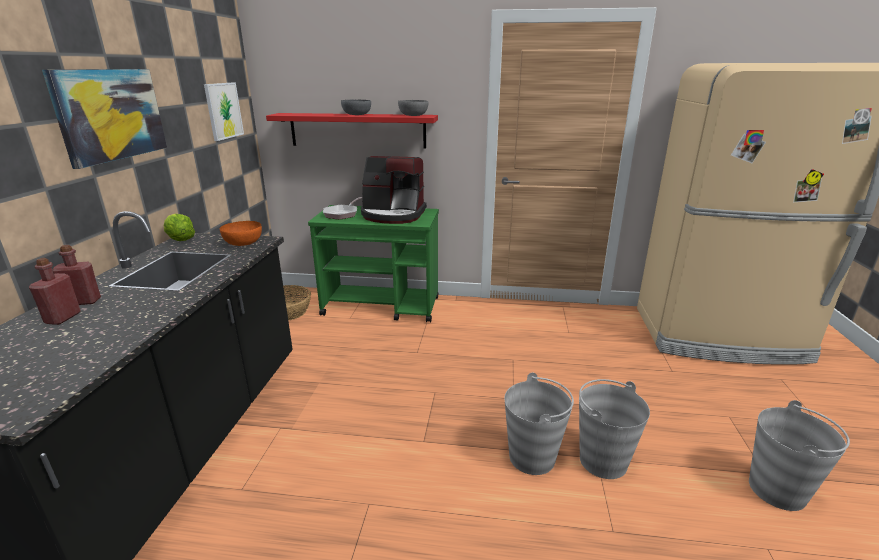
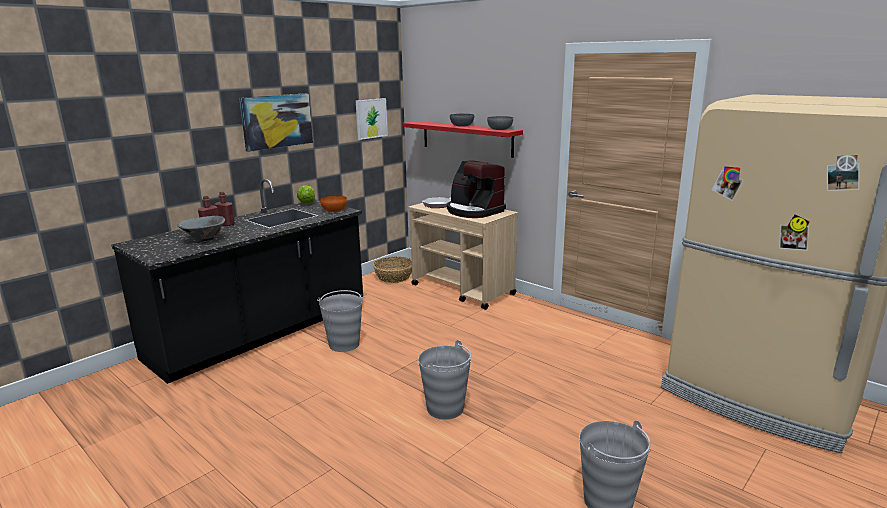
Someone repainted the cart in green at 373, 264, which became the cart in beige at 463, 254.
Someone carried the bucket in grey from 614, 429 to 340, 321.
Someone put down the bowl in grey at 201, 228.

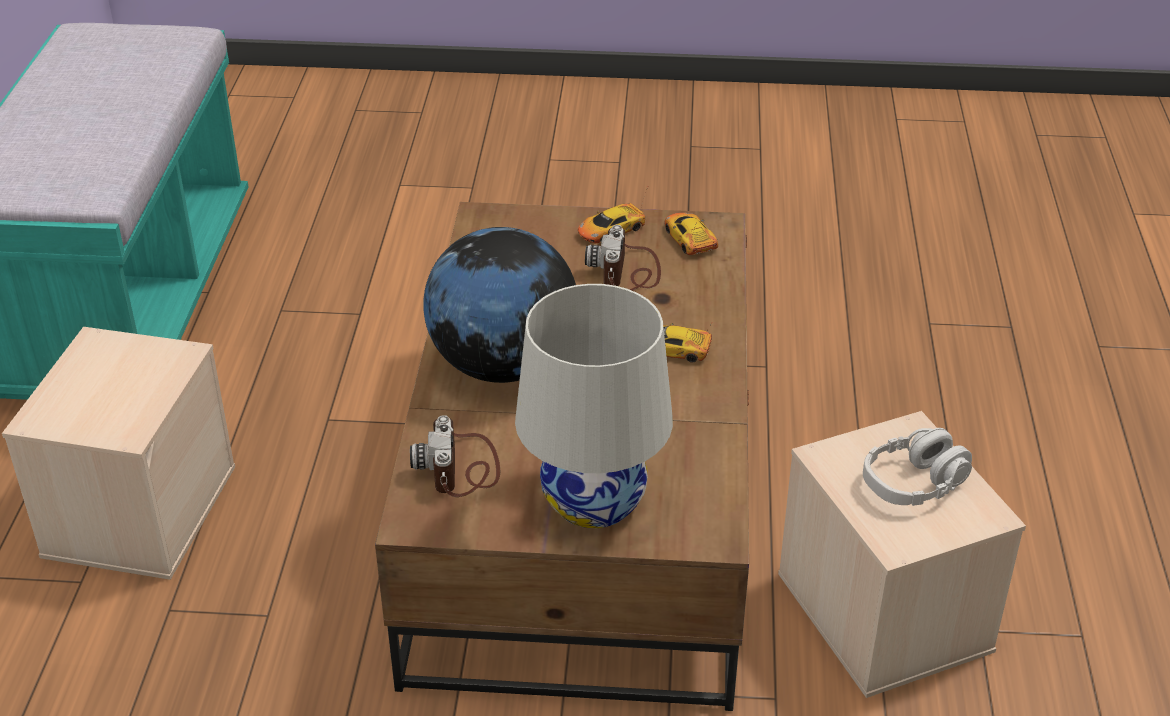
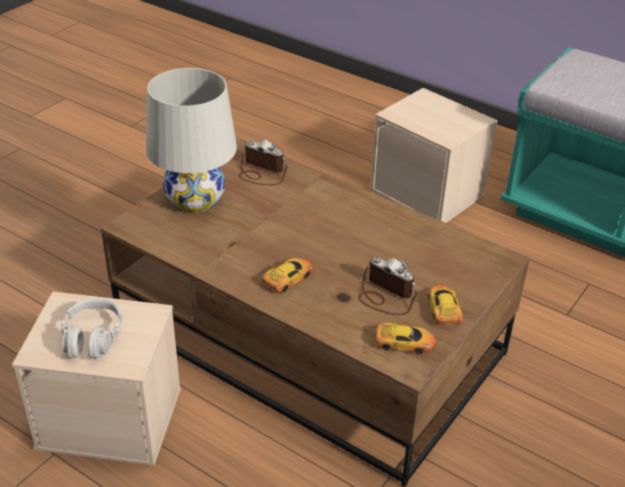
Someone took away the globe at 499, 305.

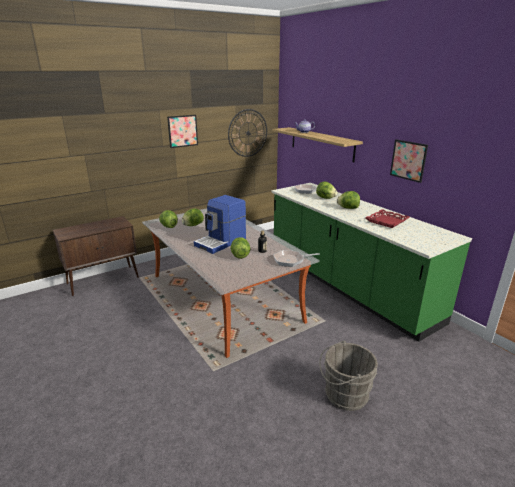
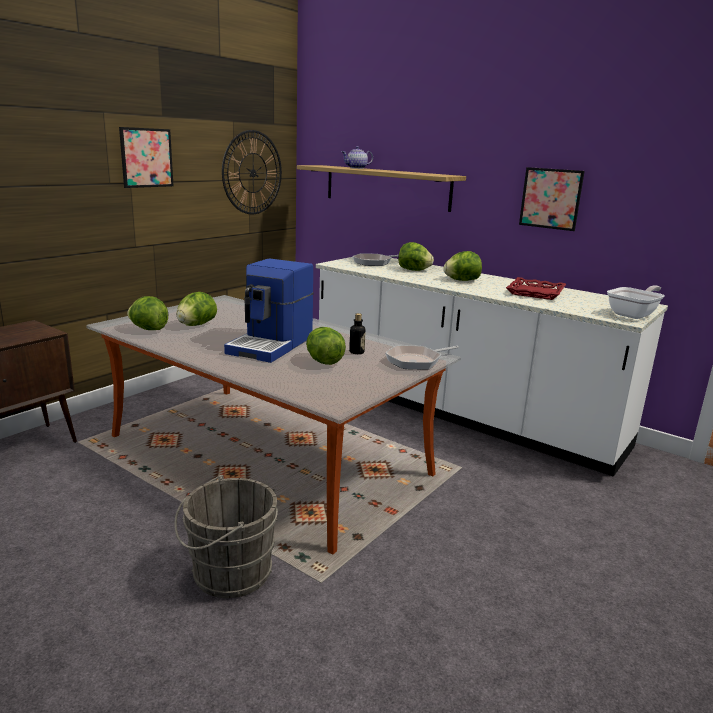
Someone repainted the counter in green at 372, 262, which became the counter in white at 492, 367.
Someone carried the bucket in grey from 348, 376 to 226, 536.
Someone put down the frying pan at 635, 302.

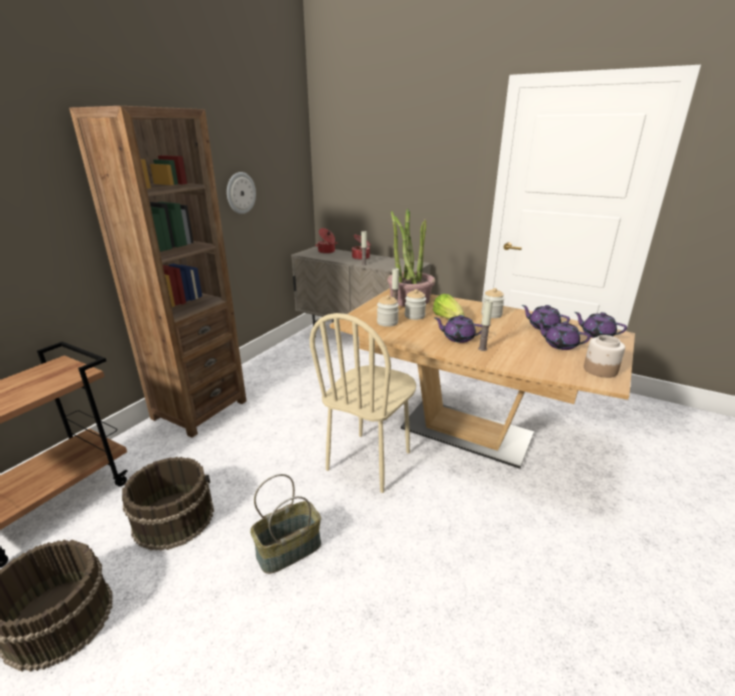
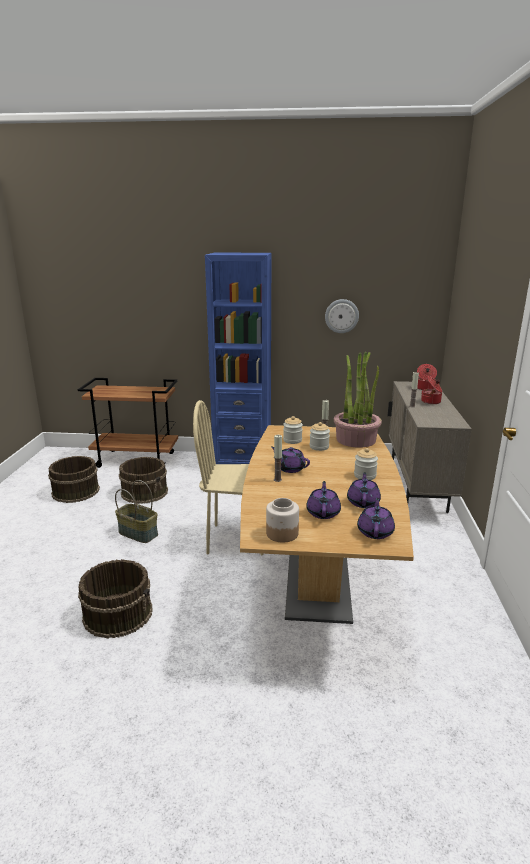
Someone repainted the bookcase in brown at 157, 272, which became the bookcase in blue at 238, 358.
Someone took away the lettuce at 448, 306.
Someone rotated the teapot in purple at 458, 329 by 45 degrees counterclockwise.
Someone put down the bucket in brown at 115, 599.

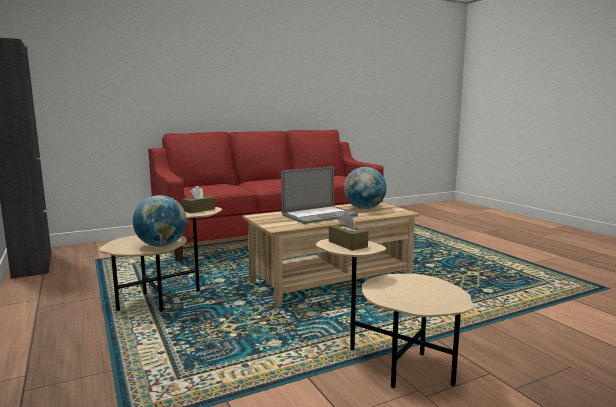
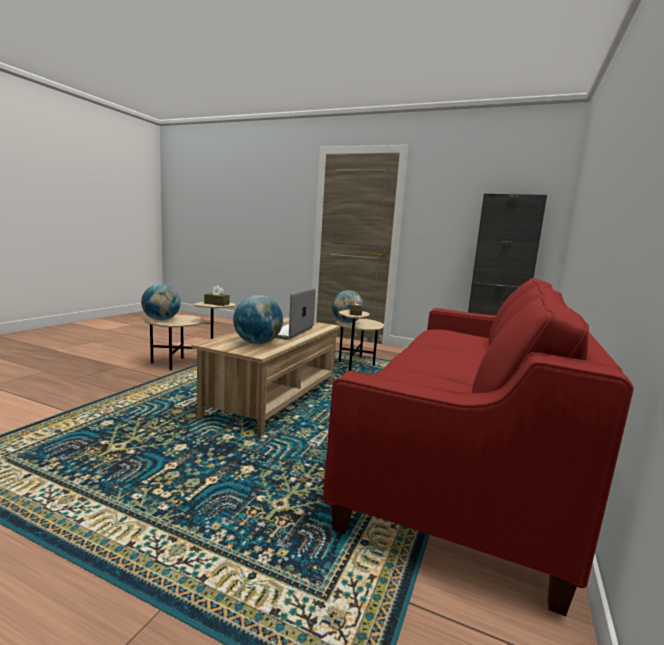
Someone put down the globe at 161, 302.

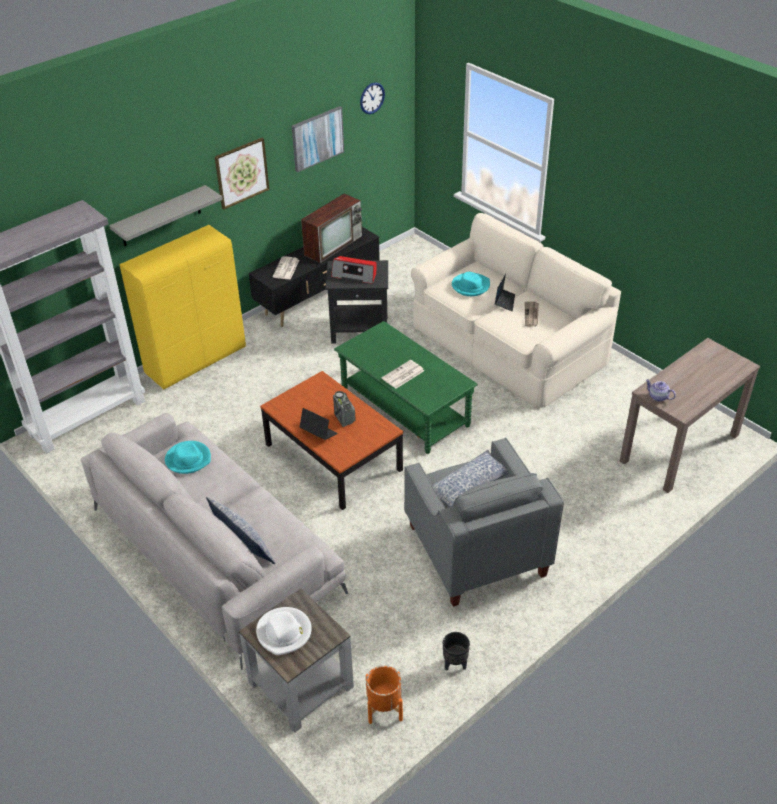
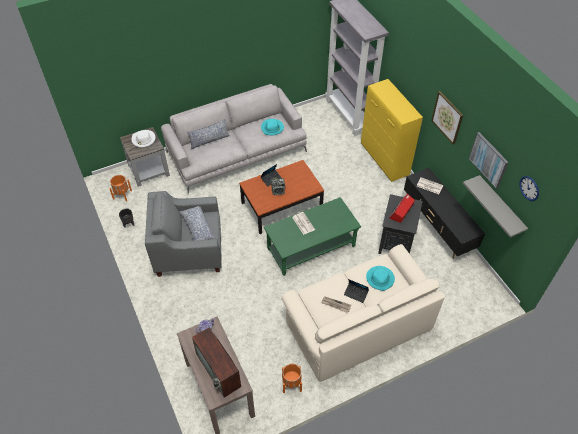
Someone carried the shelf in grey from 166, 215 to 495, 206.
Someone carried the television from 332, 228 to 216, 362.
Someone put down the planter in orange at 292, 378.

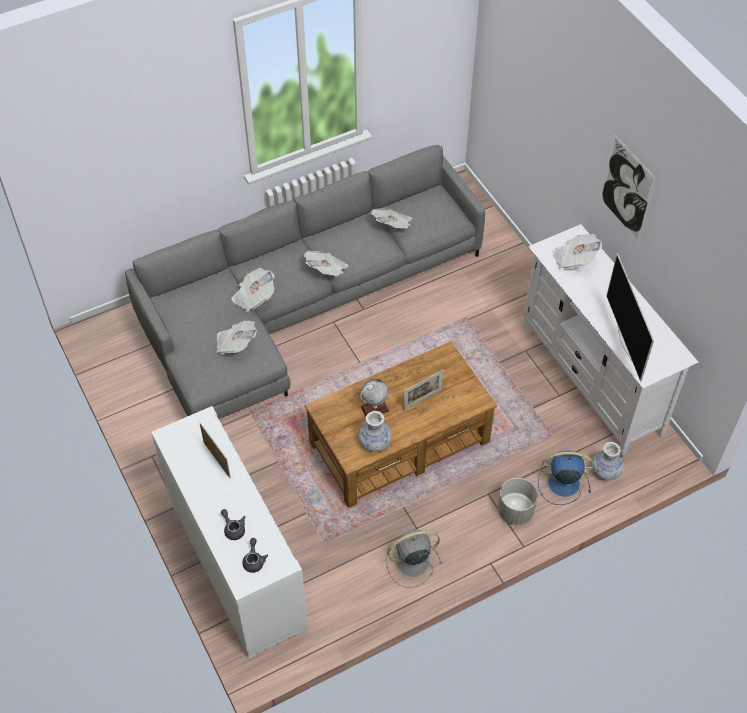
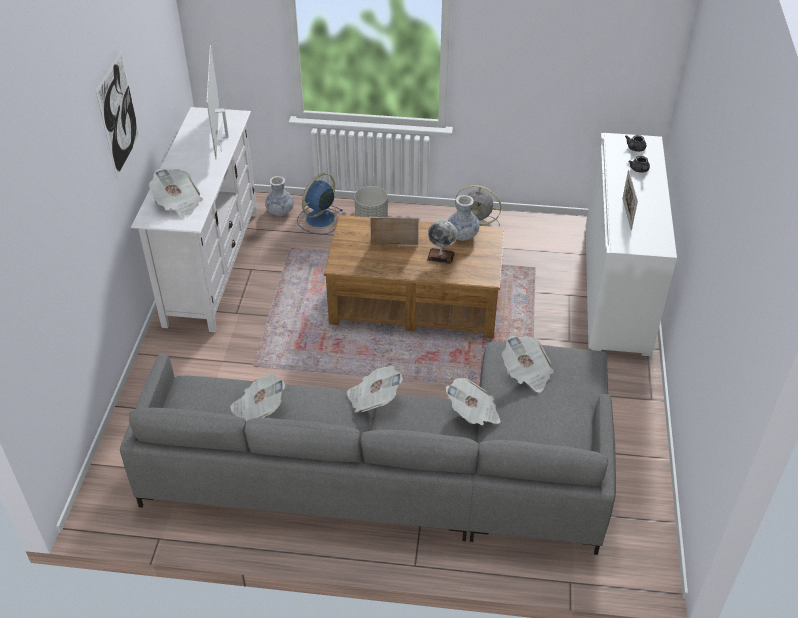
Someone rotated the fan in blue at 566, 477 by 90 degrees clockwise.
Someone rotated the television at 630, 317 by 150 degrees clockwise.

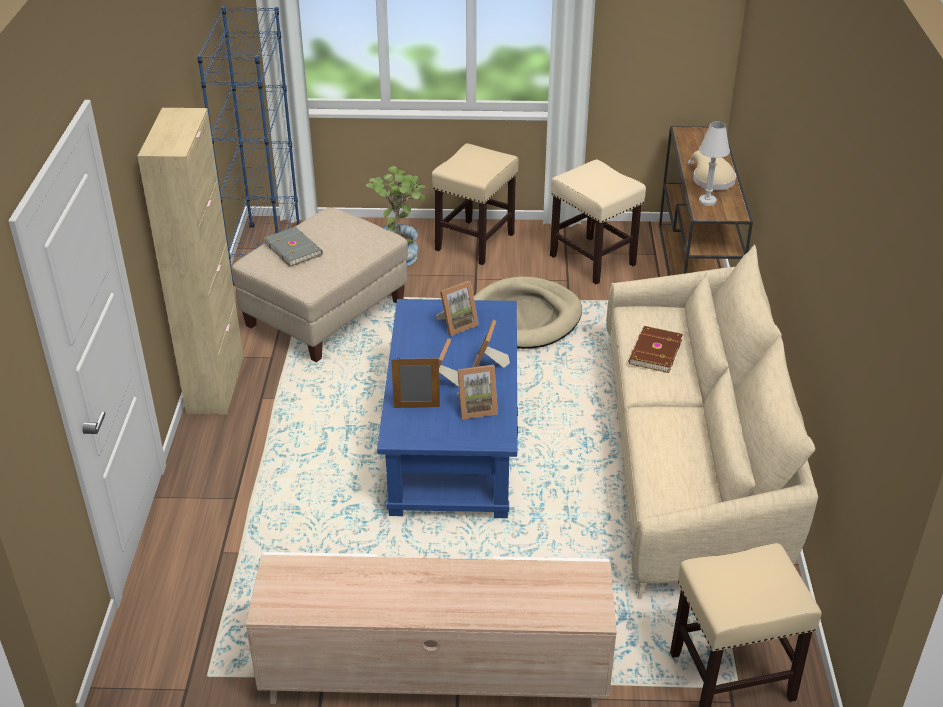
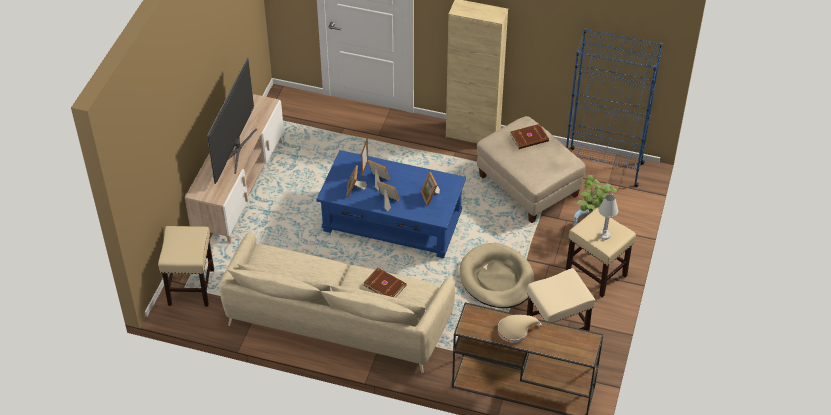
Someone repainted the book in grey at 293, 247, which became the book in brown at 529, 136.
Someone carried the table lamp in white from 714, 164 to 608, 217.
Someone put down the television at 232, 121.

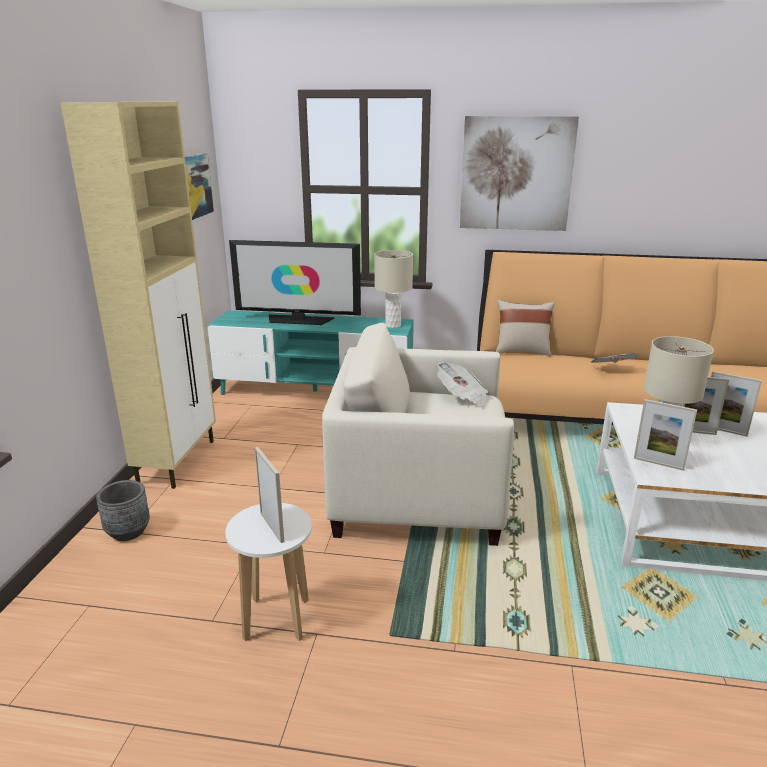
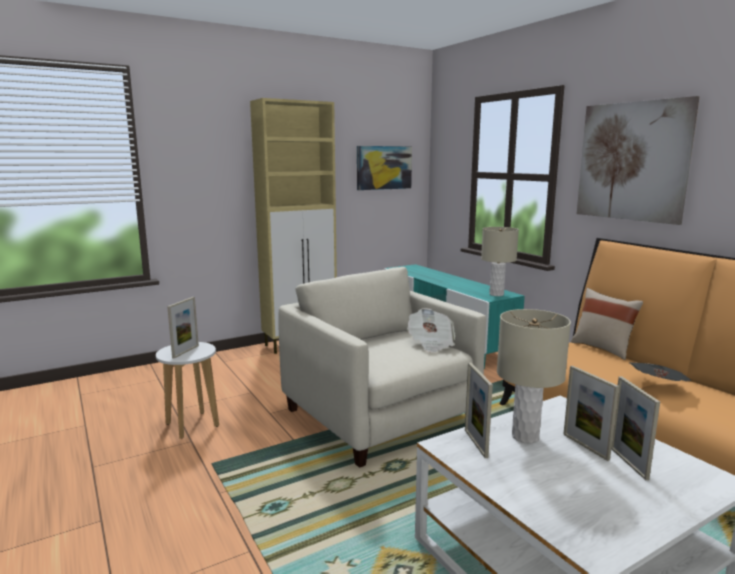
Someone took away the planter in grey at 123, 510.
Someone took away the television at 295, 282.

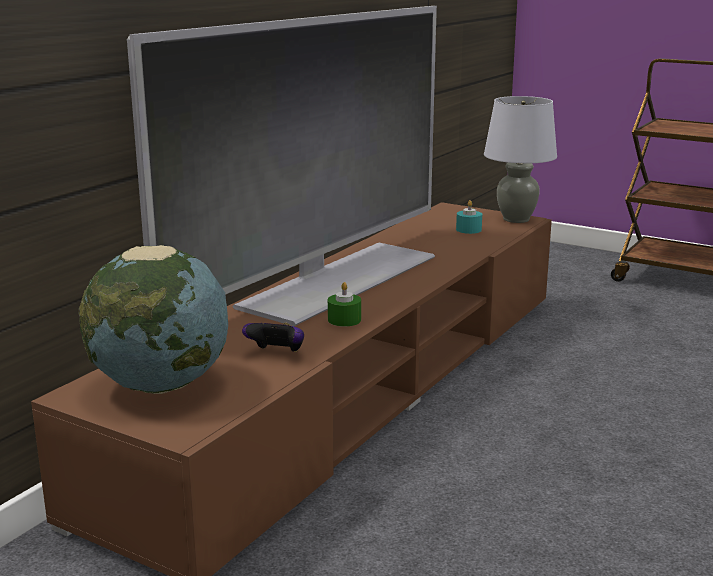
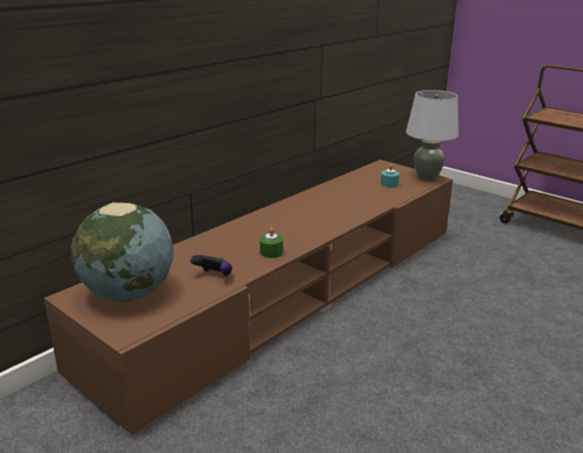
Someone took away the television at 282, 166.

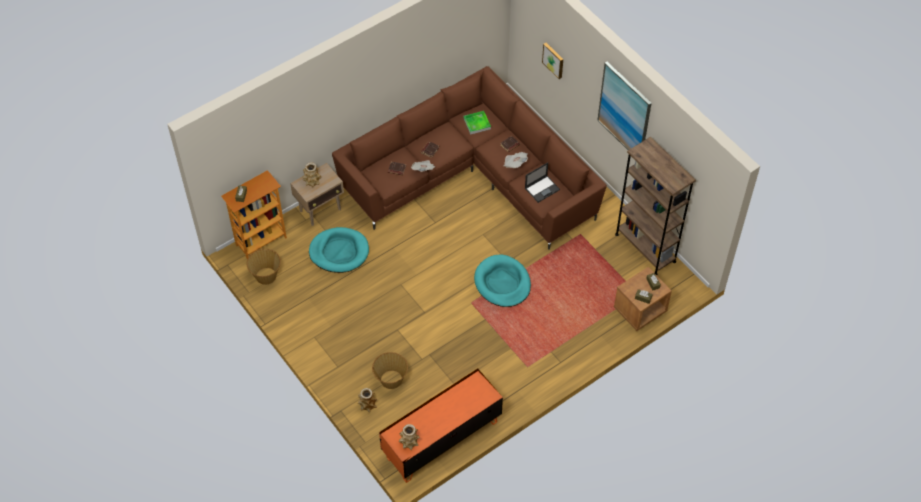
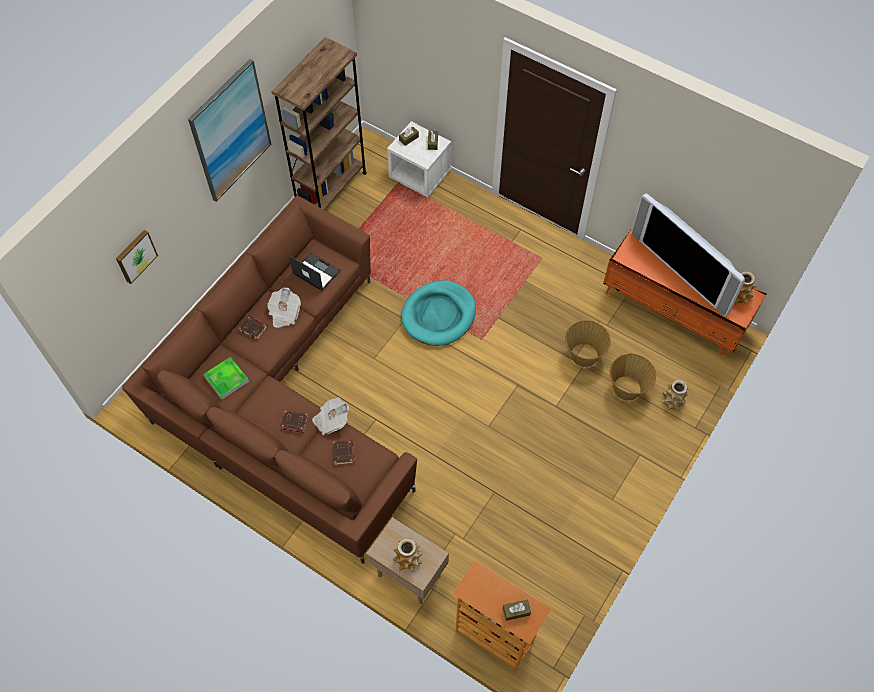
Someone carried the basket from 264, 267 to 588, 343.
Someone took away the dog bed in turquoise at 339, 250.
Someone repainted the nightstand in brown at 643, 299, which became the nightstand in white at 419, 159.
Someone put down the television at 688, 254.

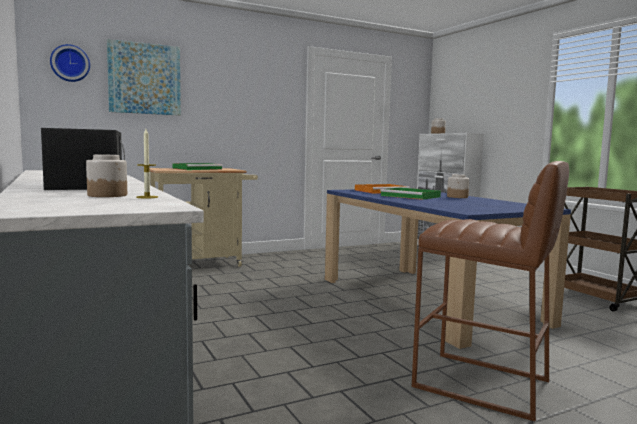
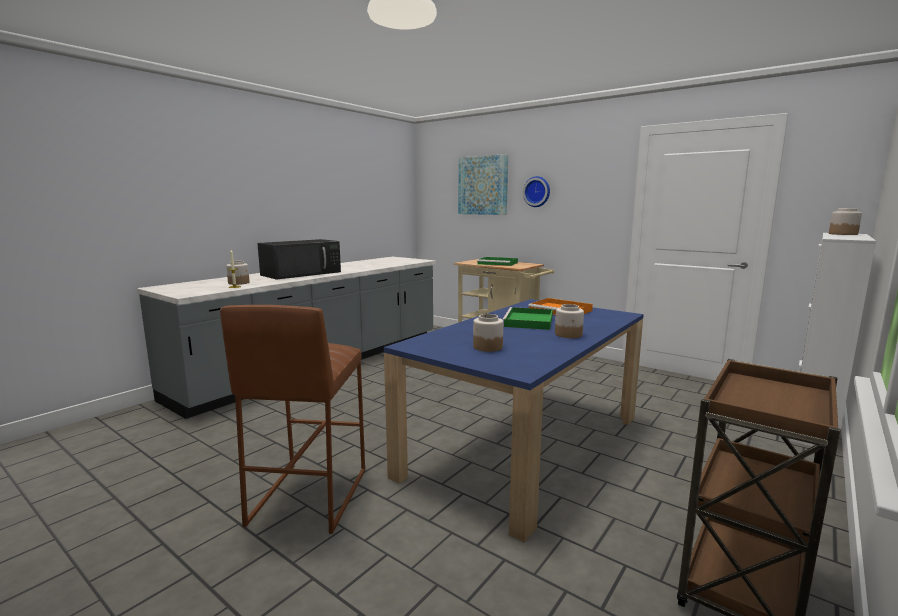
Someone carried the wall clock from 70, 63 to 536, 191.
Someone put down the jar at 488, 333.

